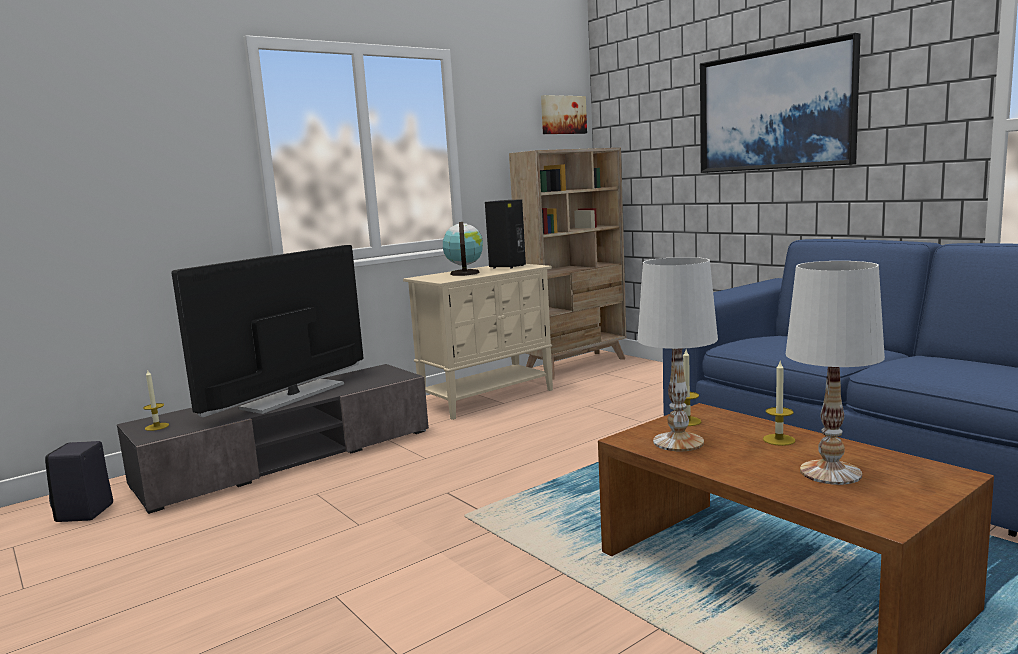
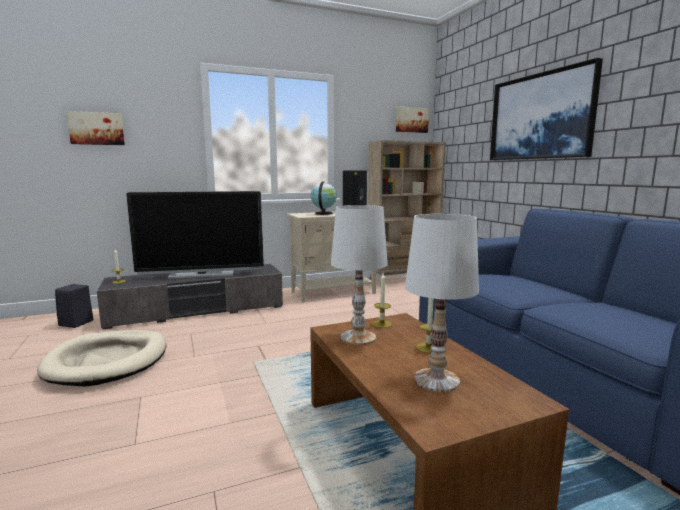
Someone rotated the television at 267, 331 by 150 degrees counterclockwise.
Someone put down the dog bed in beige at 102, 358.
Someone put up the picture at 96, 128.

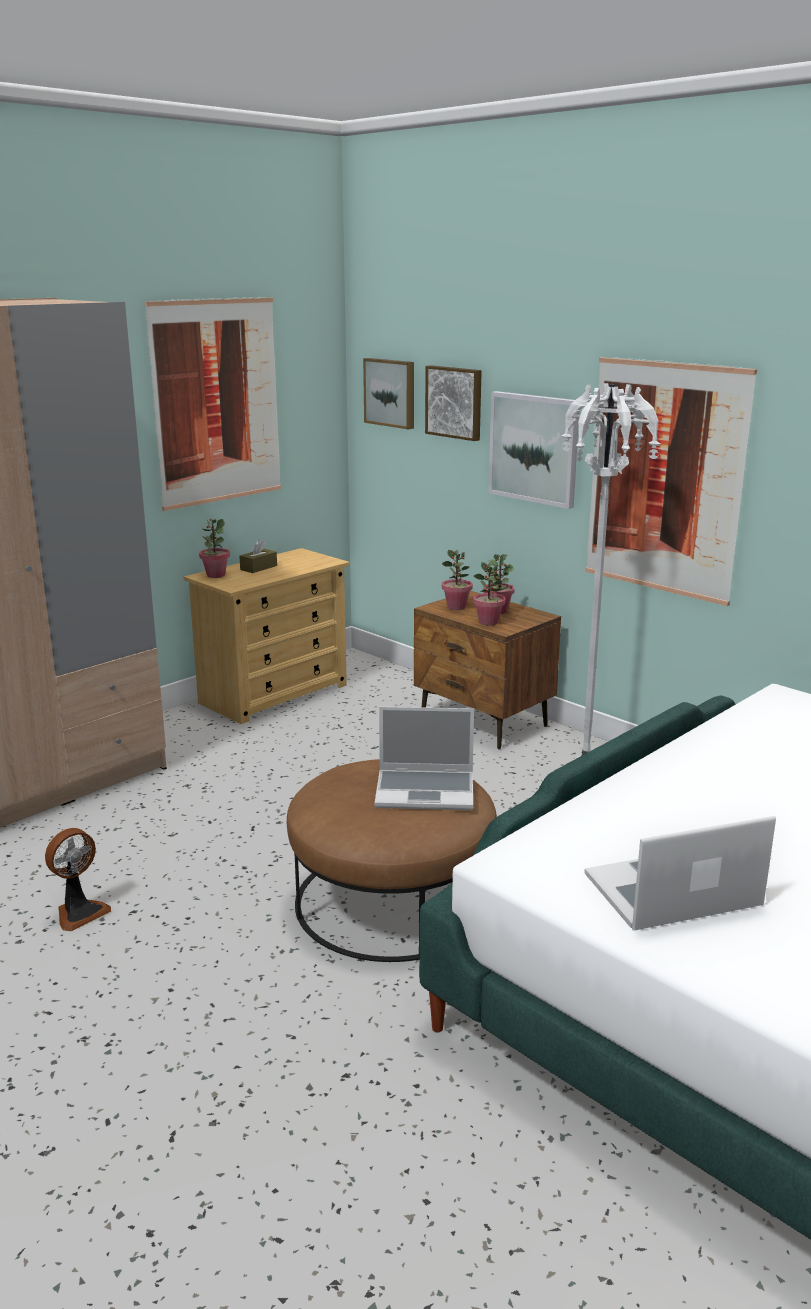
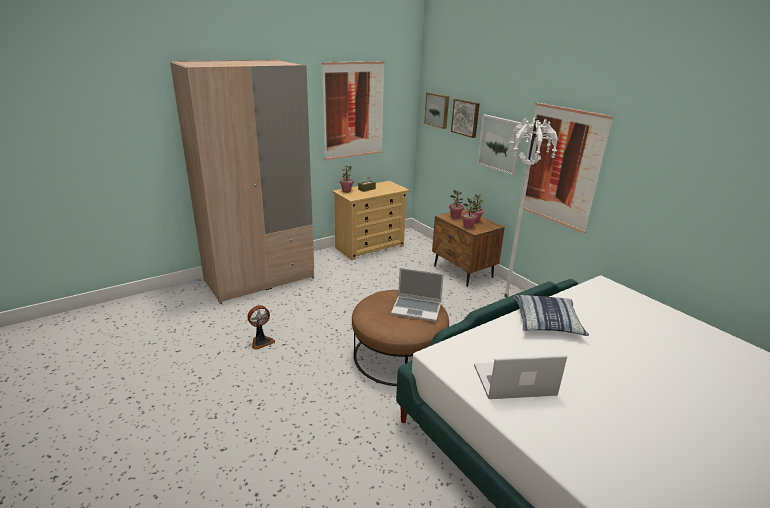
Someone put down the pillow at 551, 315.

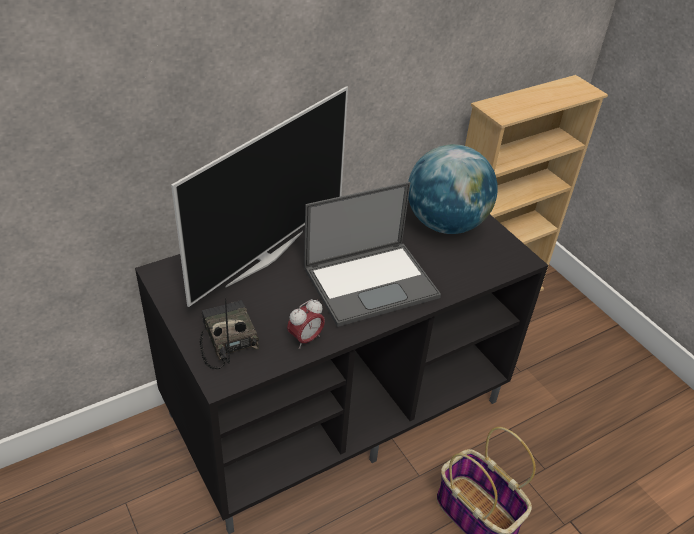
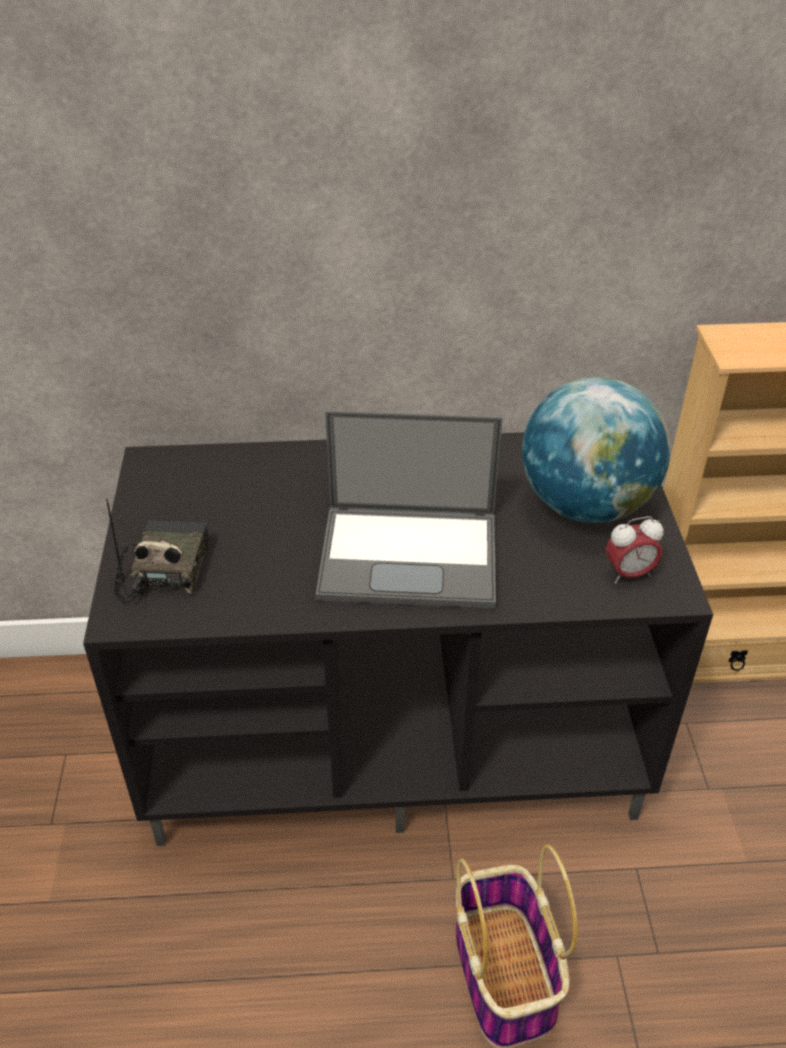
Someone took away the television at 259, 196.
Someone carried the alarm clock from 306, 324 to 635, 549.

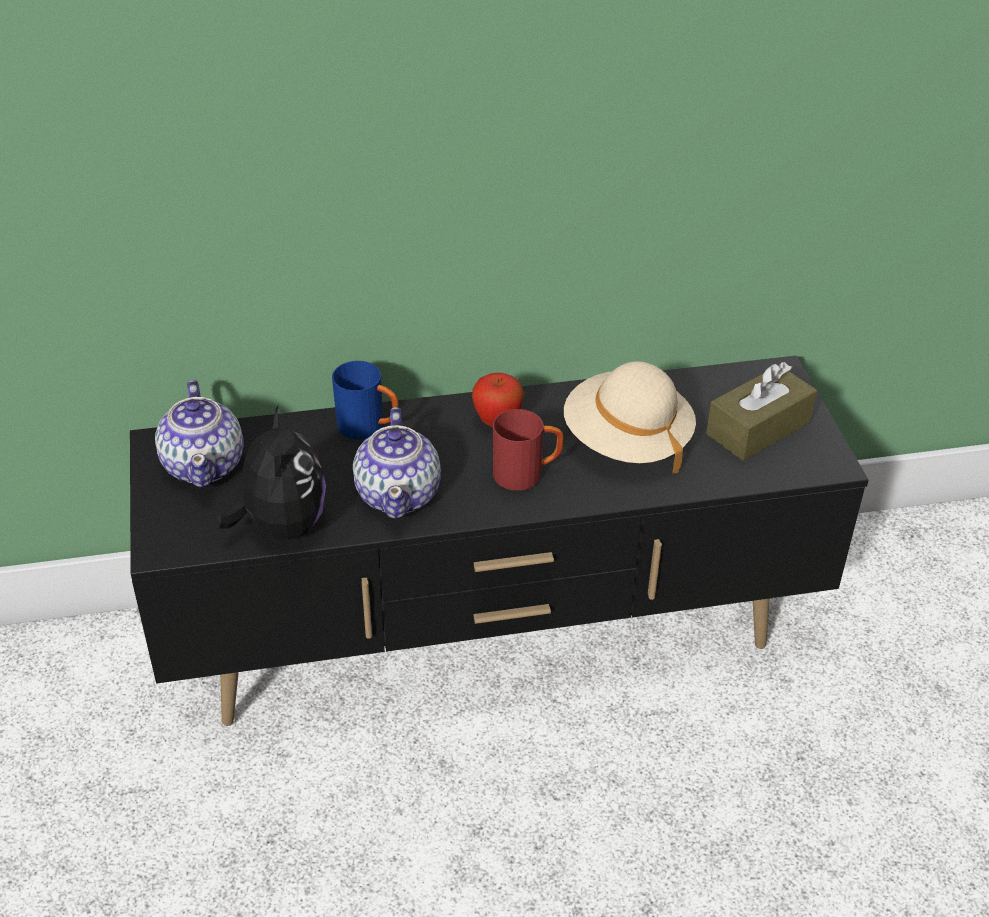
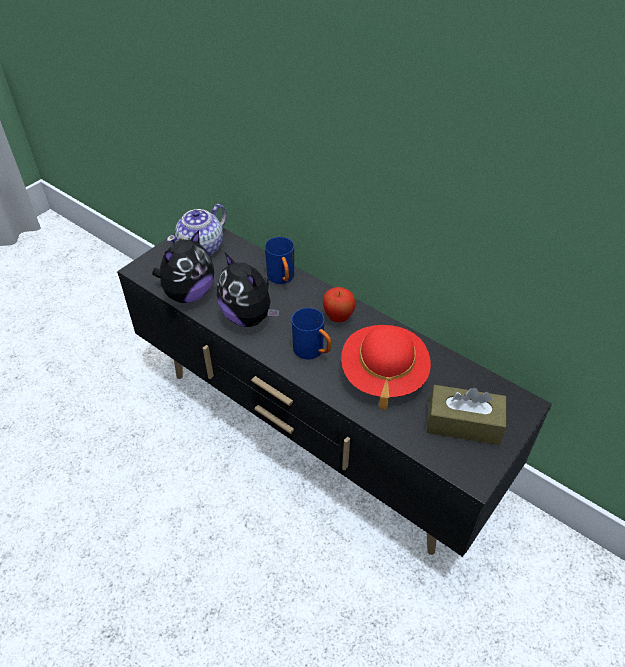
Someone swapped the teapot at 397, 463 for the plush toy at 248, 290.
Someone repainted the mug in red at 528, 450, which became the mug in blue at 311, 334.
Someone repainted the hat in beige at 630, 417, which became the hat in red at 386, 367.

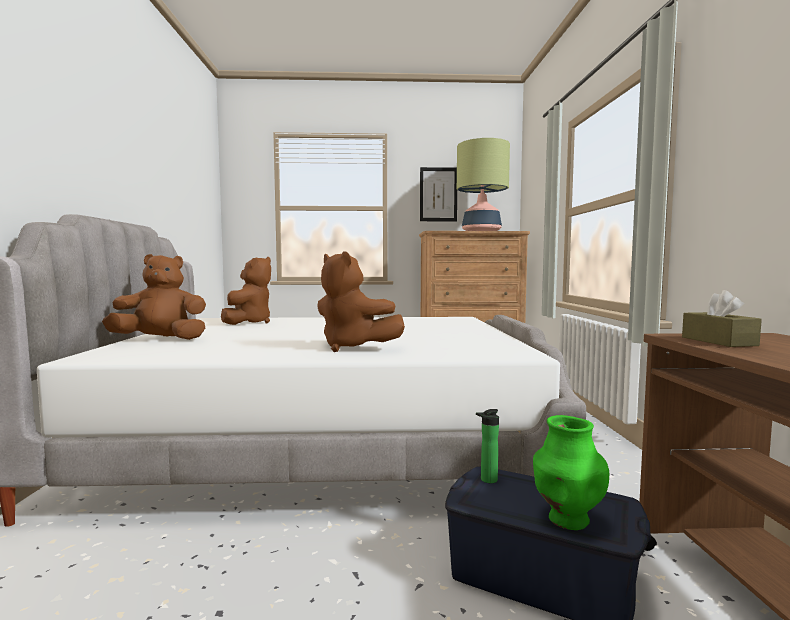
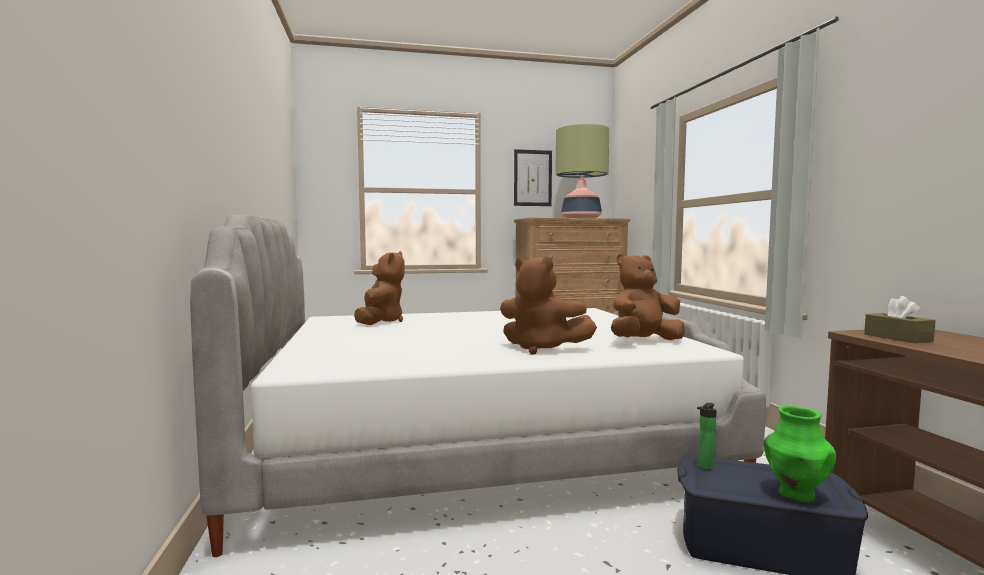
Someone carried the plush toy in brown from 154, 297 to 648, 297.

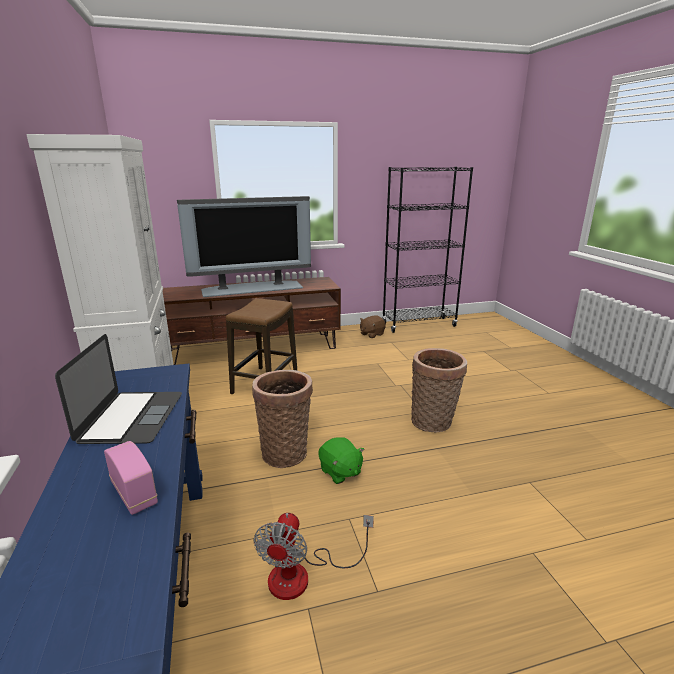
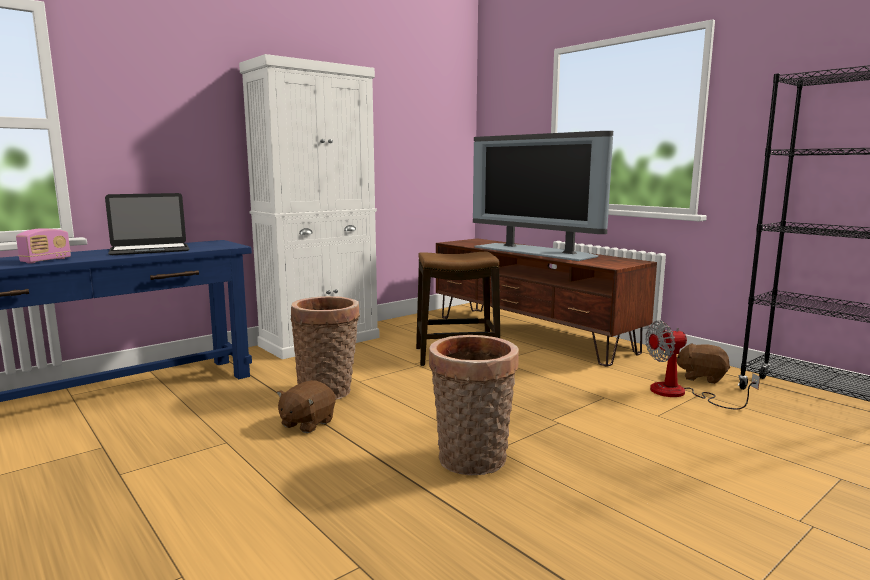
Someone carried the fan from 313, 556 to 702, 365.
Someone repainted the plush toy in green at 341, 460, which became the plush toy in brown at 306, 406.

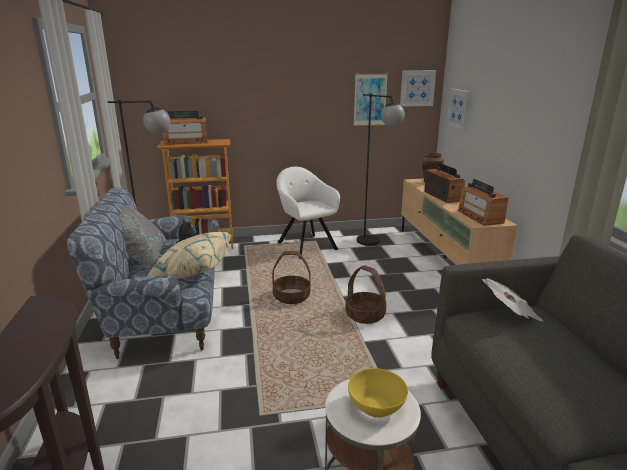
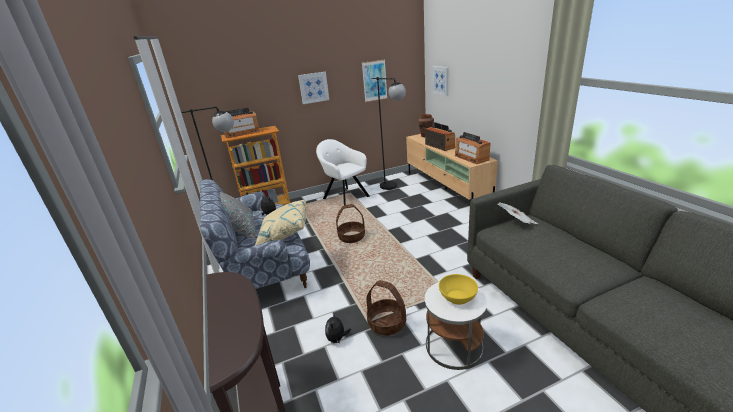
Someone carried the basket from 366, 294 to 386, 307.
Someone carried the picture from 418, 88 to 313, 88.
Someone put down the plush toy at 338, 328.

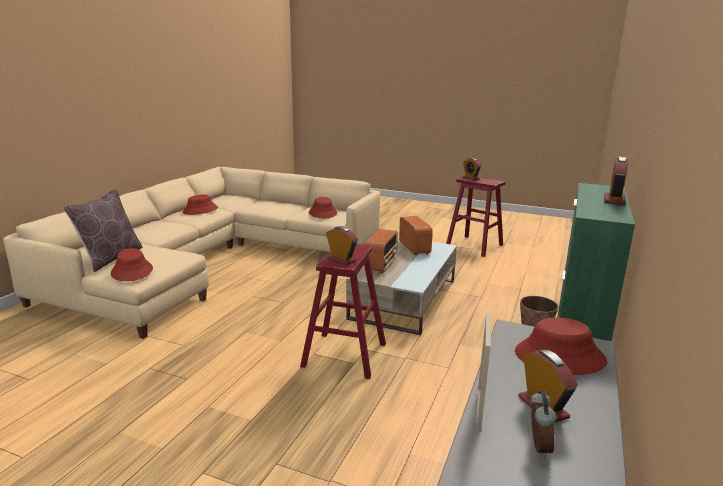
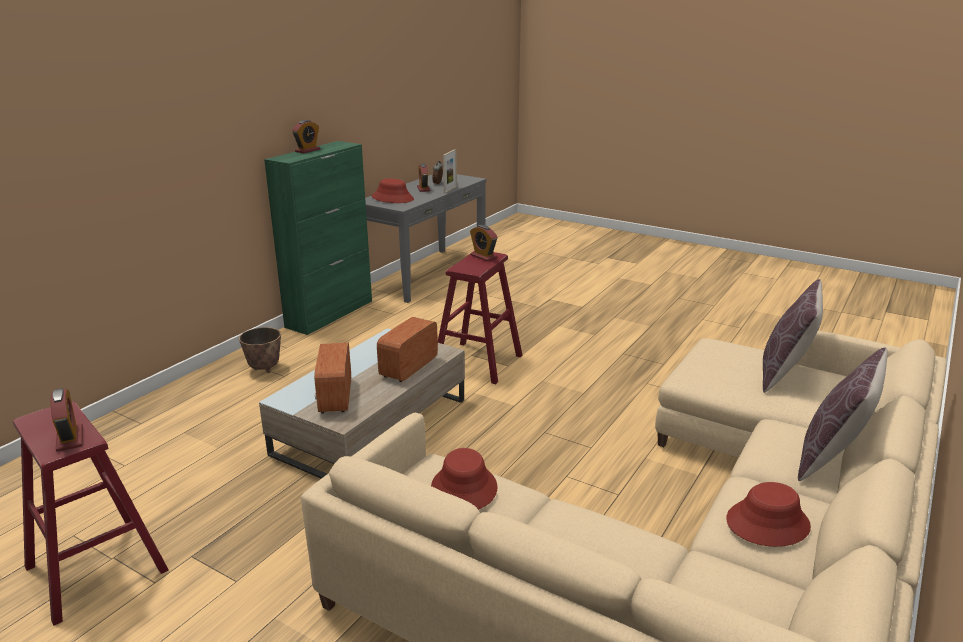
Someone took away the hat in red at 132, 264.
Someone put down the pillow in brown at 843, 414.

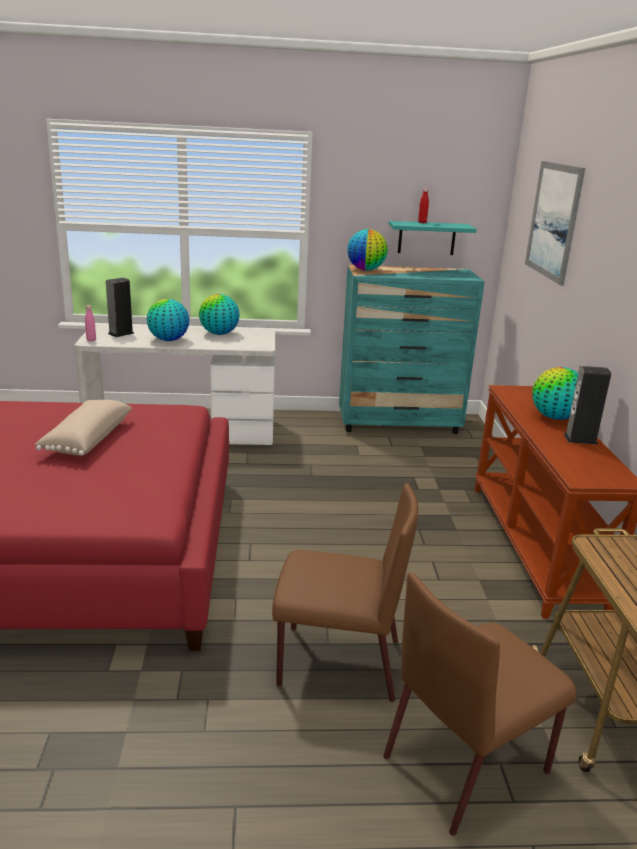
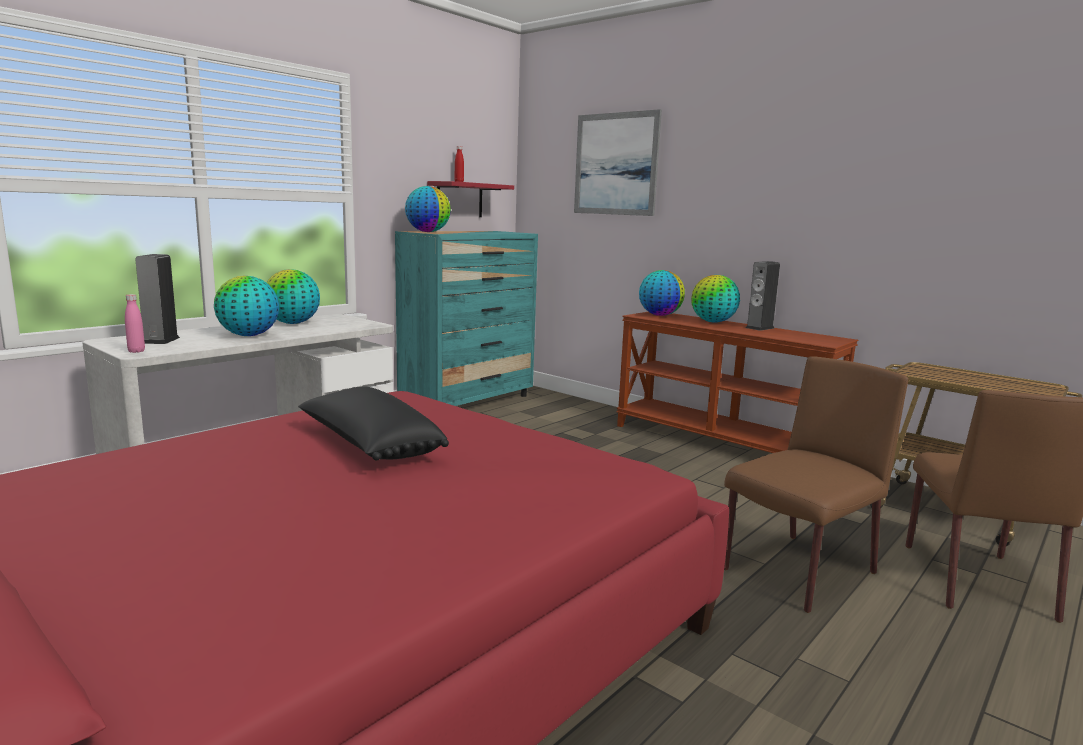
Someone repainted the pillow in beige at 83, 428, which became the pillow in black at 373, 423.
Someone repainted the shelf in turquoise at 432, 238, which became the shelf in red at 470, 199.
Someone put down the globe at 662, 293.

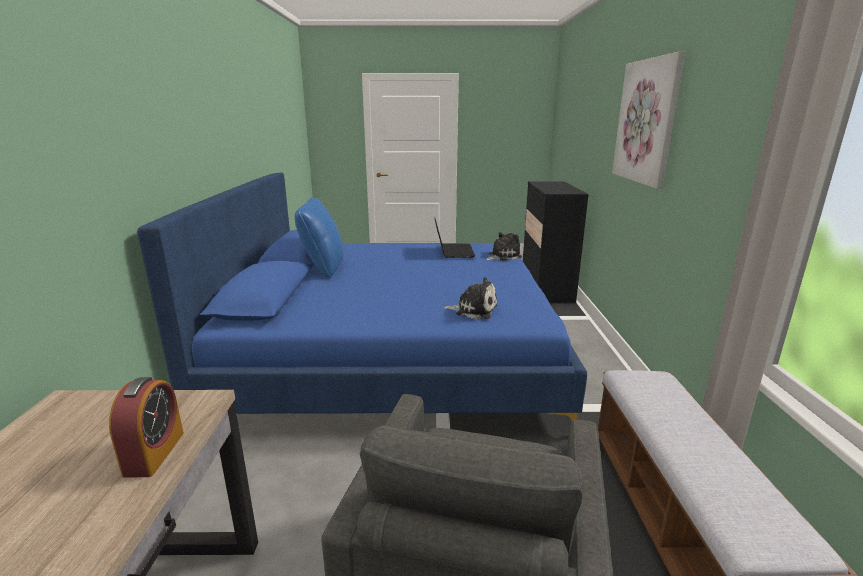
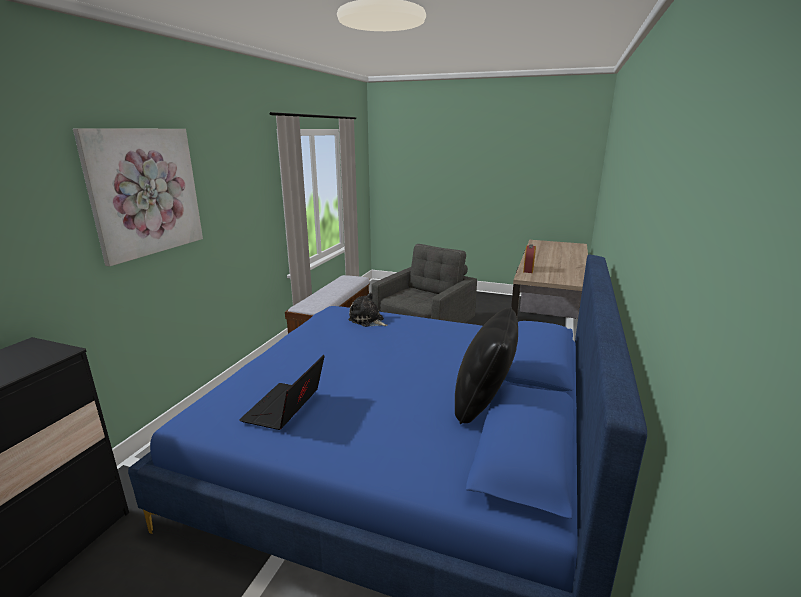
Someone repainted the pillow in blue at 319, 238, which became the pillow in black at 486, 365.
Someone took away the plush toy at 503, 246.

